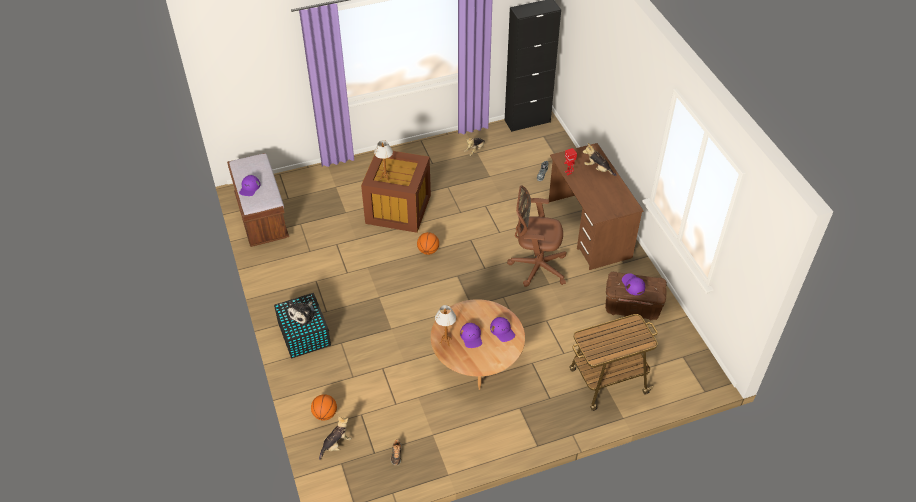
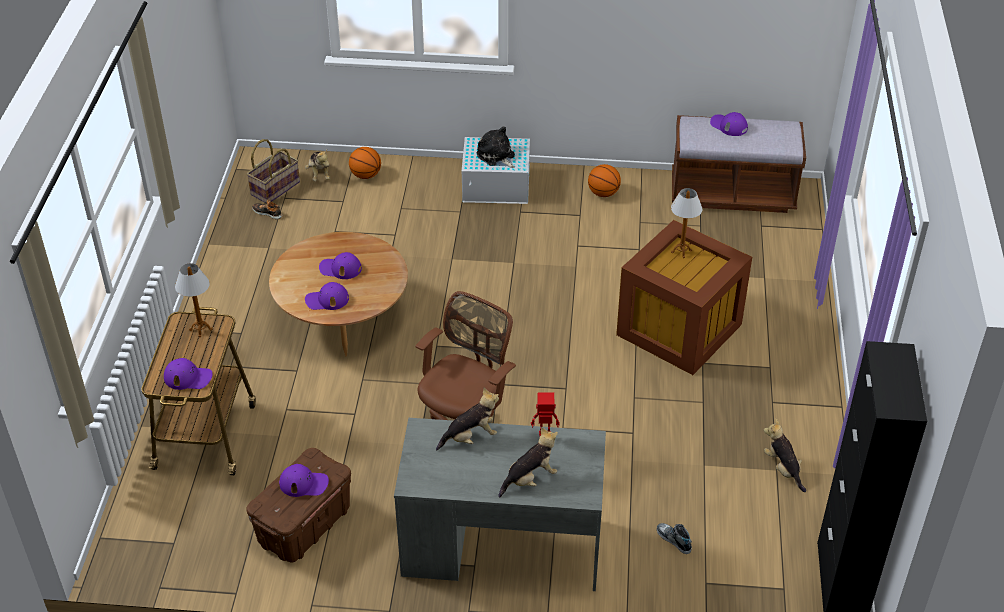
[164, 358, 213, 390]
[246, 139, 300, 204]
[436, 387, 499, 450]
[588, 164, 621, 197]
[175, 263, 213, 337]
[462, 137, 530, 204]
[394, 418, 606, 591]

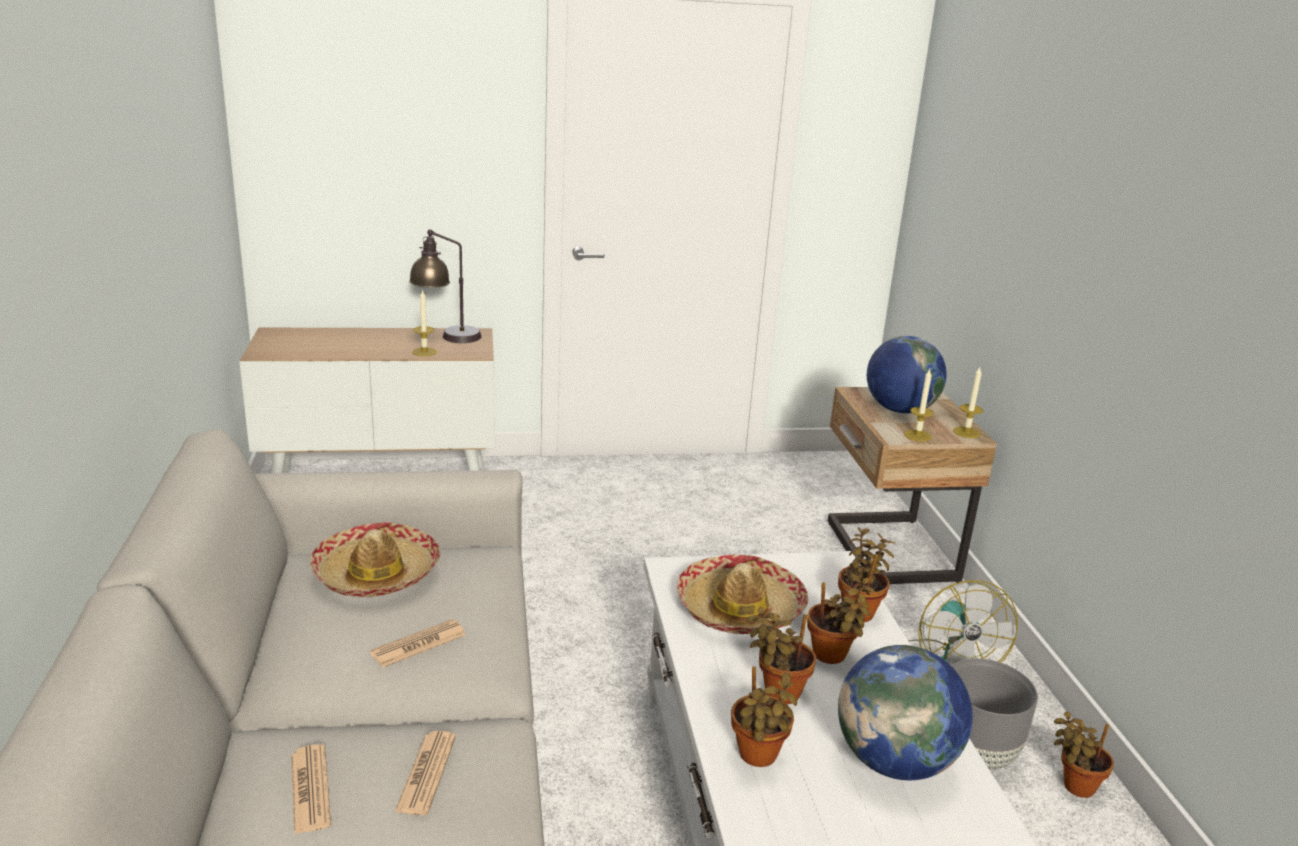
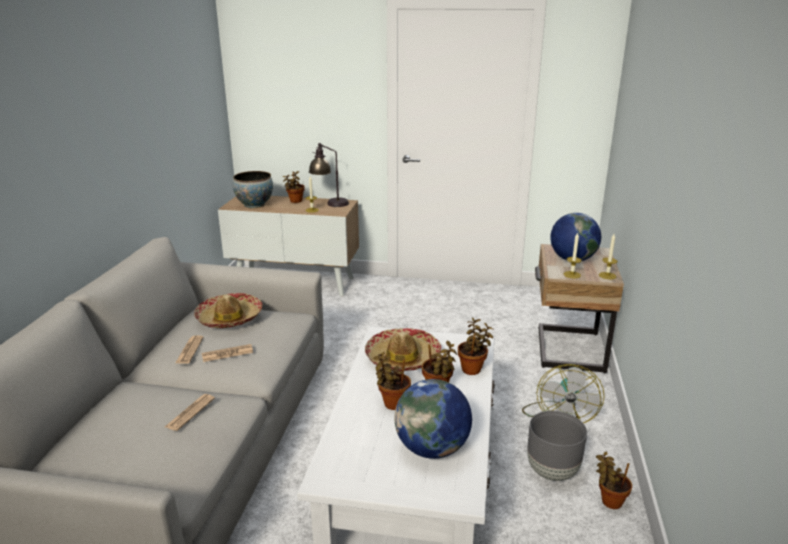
[233, 171, 273, 208]
[176, 335, 204, 364]
[283, 171, 305, 203]

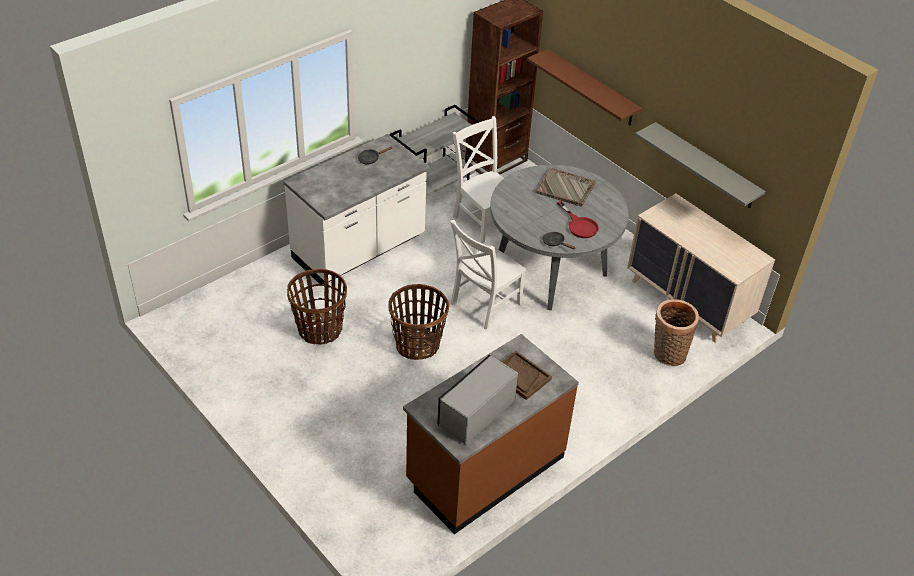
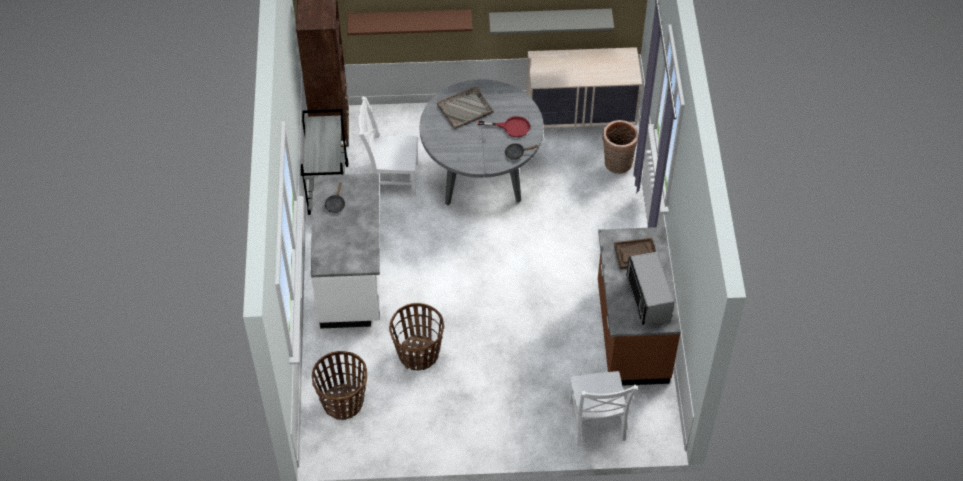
[312, 351, 367, 420]
[569, 371, 638, 446]

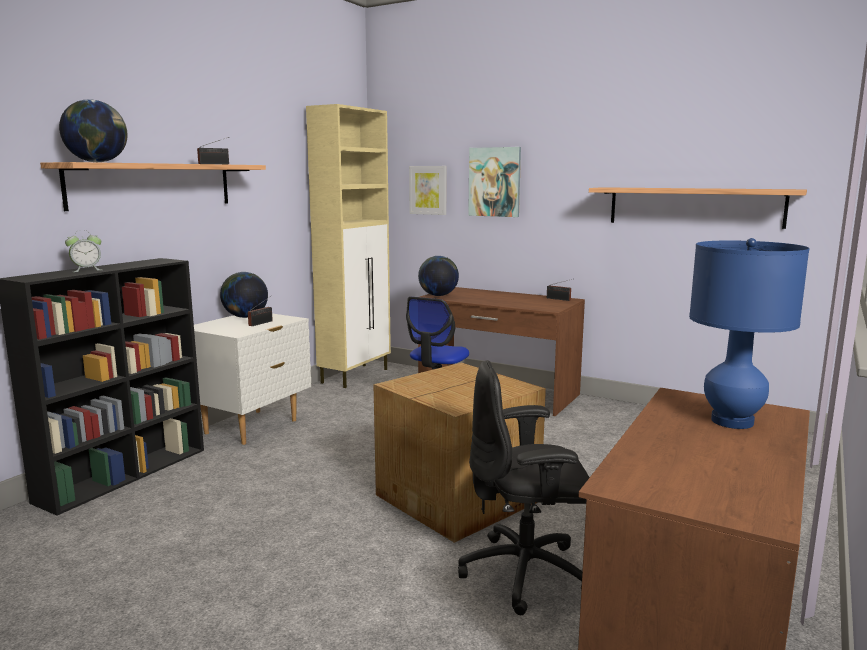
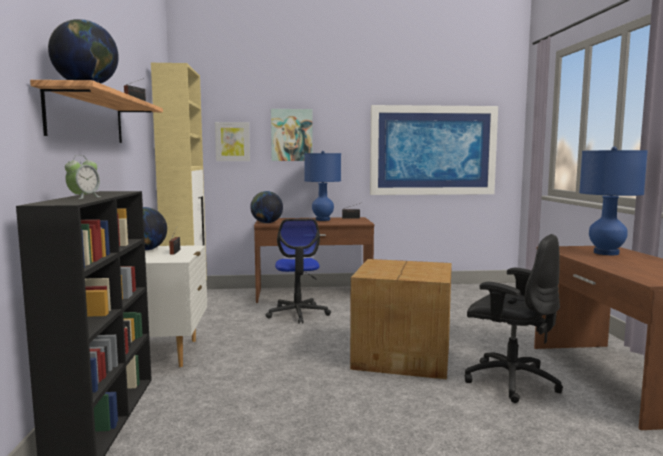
[304, 151, 341, 221]
[370, 105, 498, 195]
[465, 234, 563, 403]

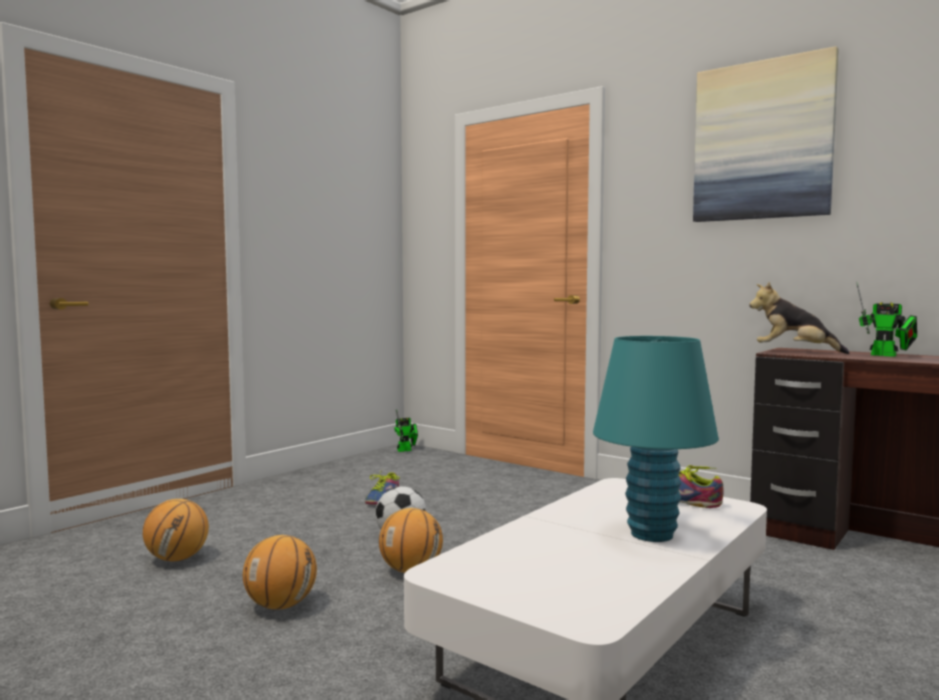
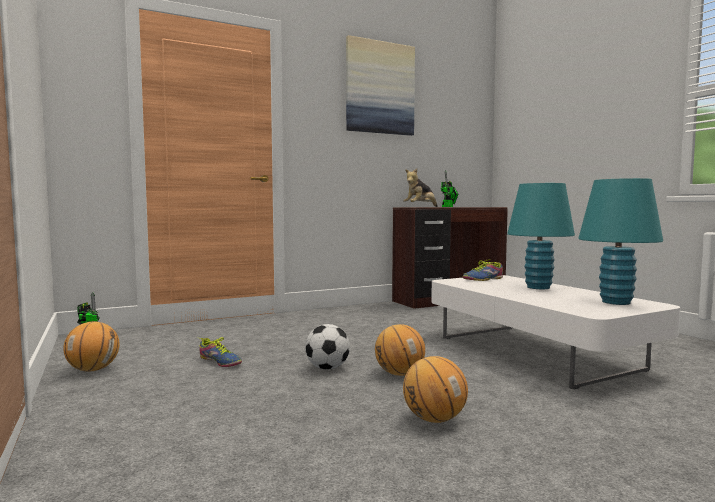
[578, 178, 663, 305]
[63, 321, 119, 372]

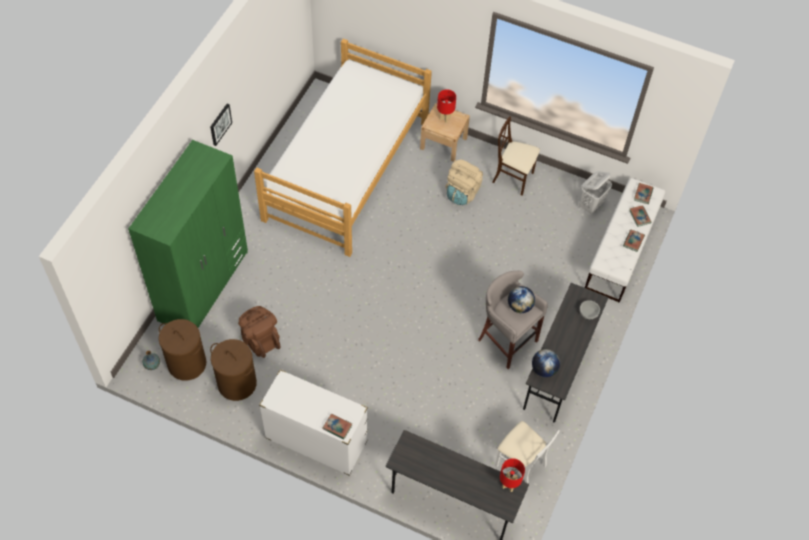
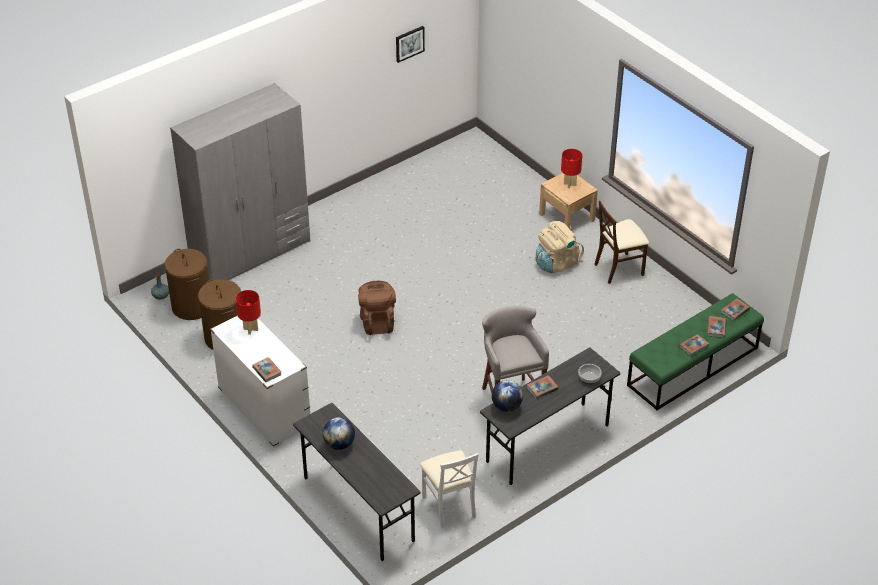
[254, 39, 432, 257] (first image)
[579, 171, 612, 214] (first image)
[527, 375, 558, 399]
[396, 26, 425, 63]
[358, 281, 396, 335]
[236, 290, 261, 335]
[323, 417, 355, 450]
[170, 83, 310, 282]
[627, 293, 764, 411]
[594, 201, 649, 284]

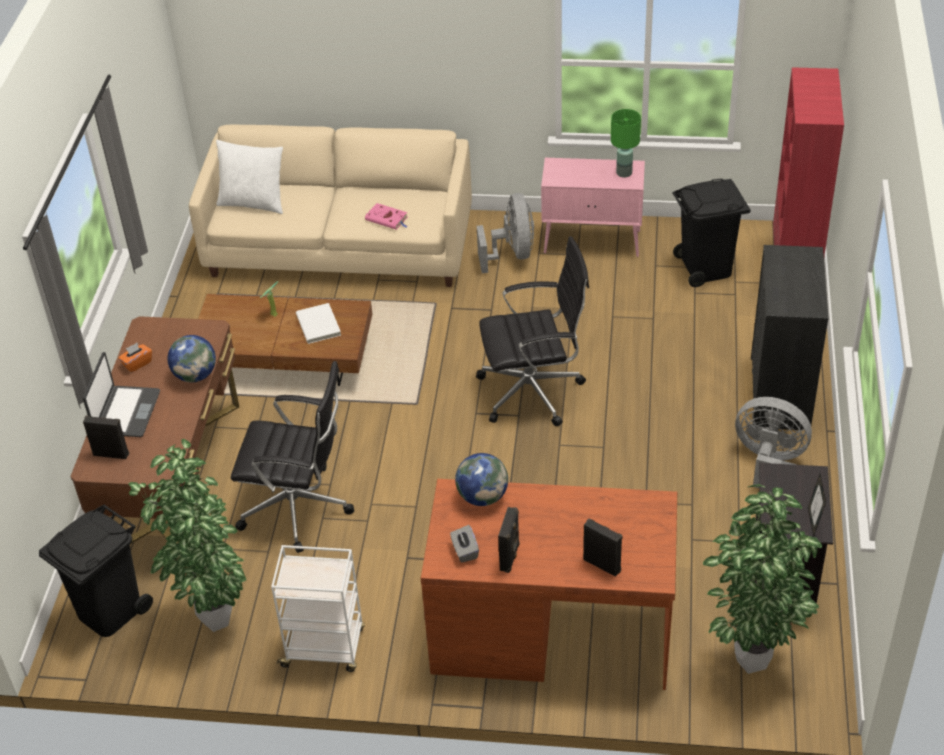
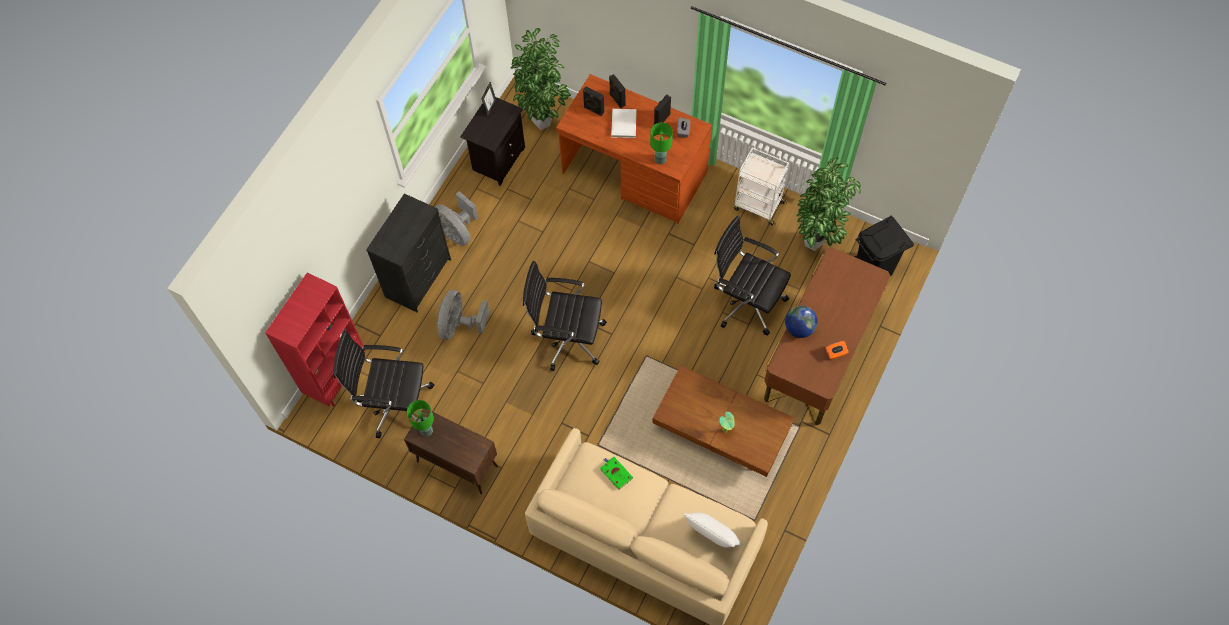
[83, 352, 160, 437] (first image)
[583, 86, 604, 116]
[611, 109, 637, 138]
[437, 290, 490, 340]
[650, 122, 673, 164]
[333, 331, 434, 438]
[600, 457, 633, 490]
[404, 409, 498, 494]

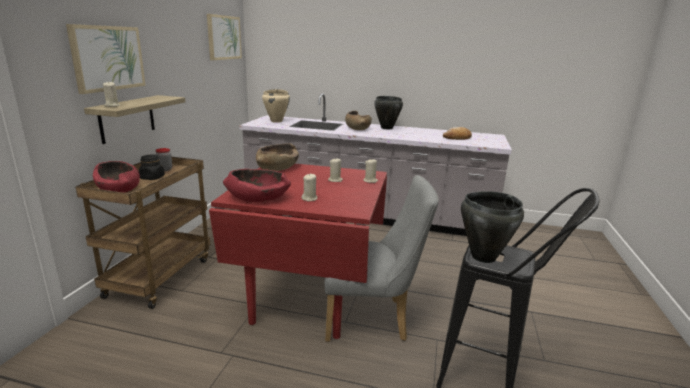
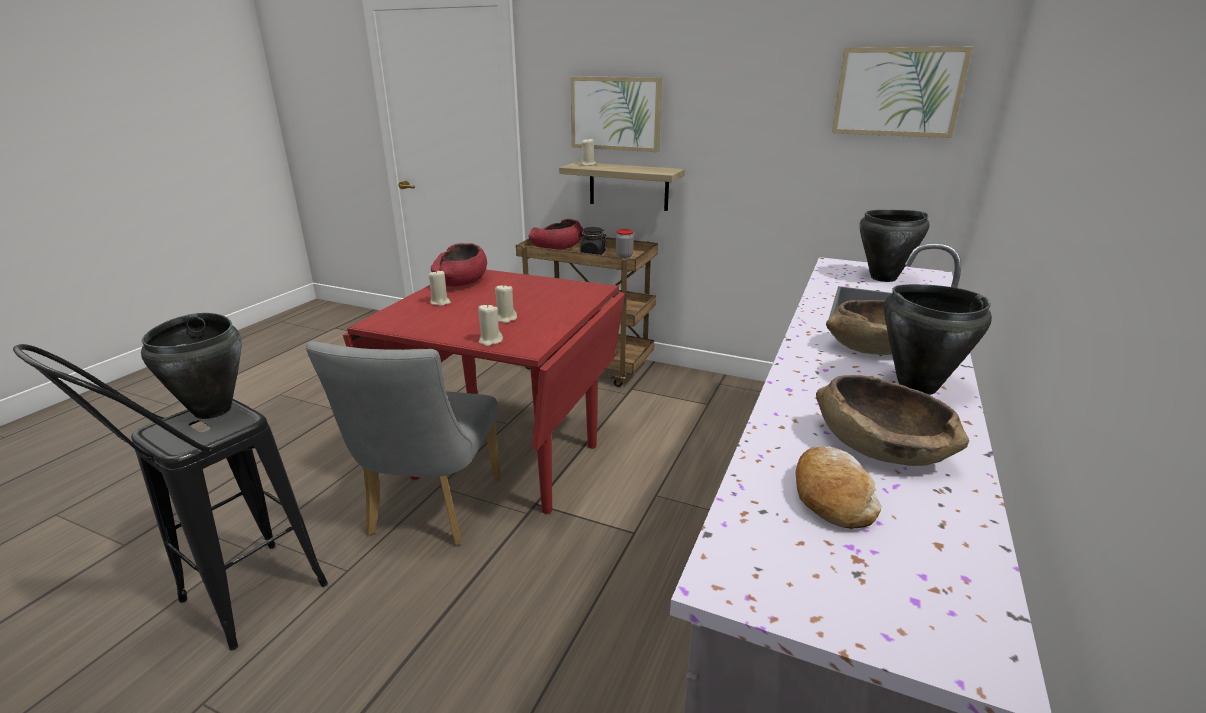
[816, 375, 969, 466]
[859, 210, 930, 282]

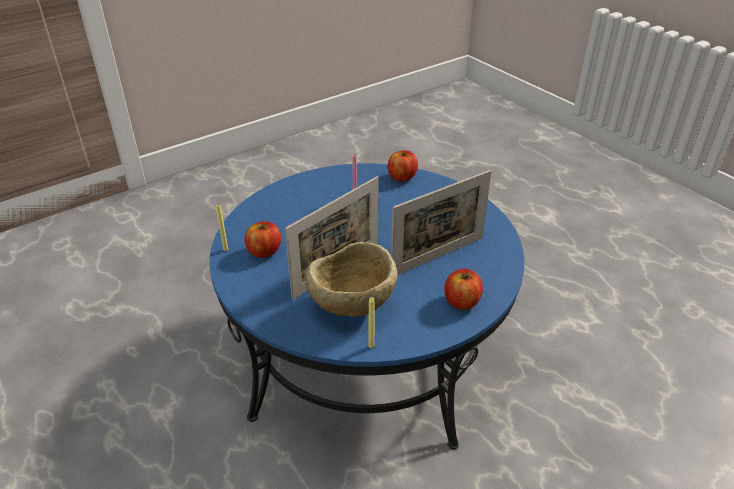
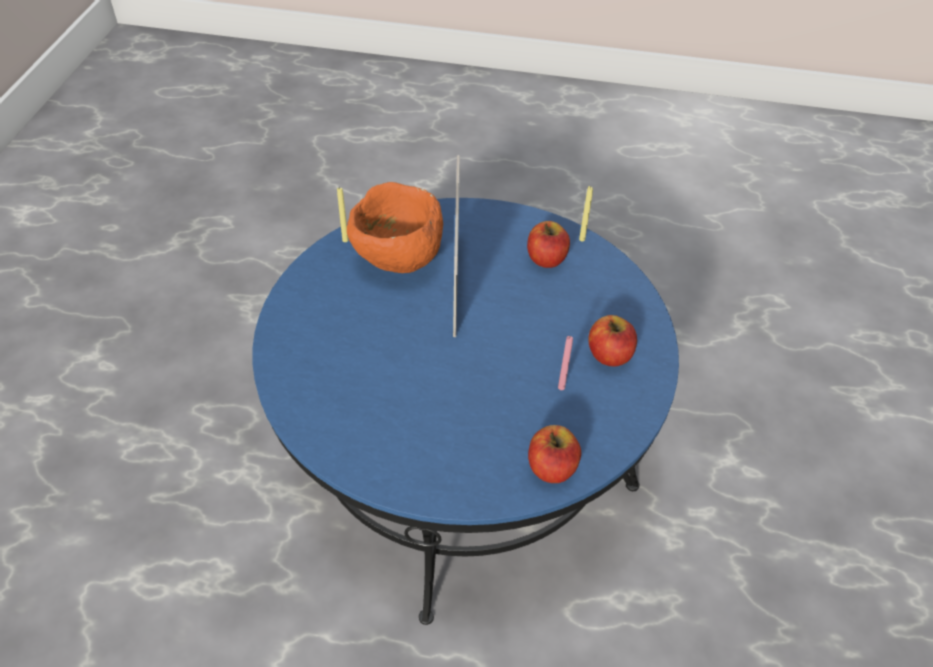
[391, 170, 491, 275] (first image)
[588, 315, 637, 367]
[347, 182, 443, 273]

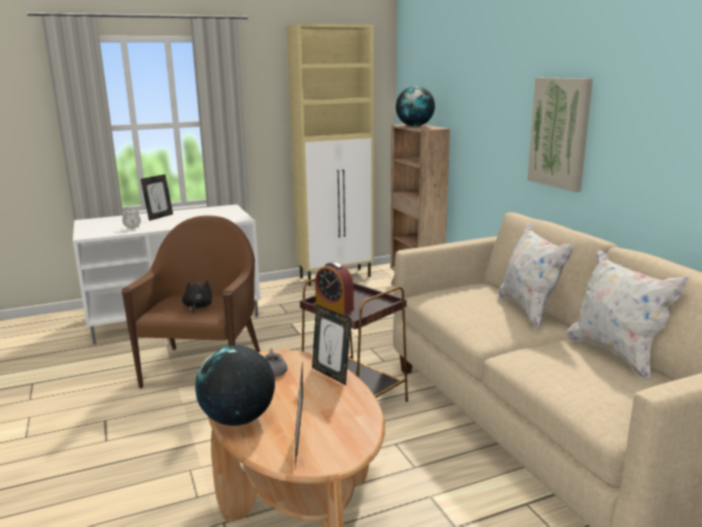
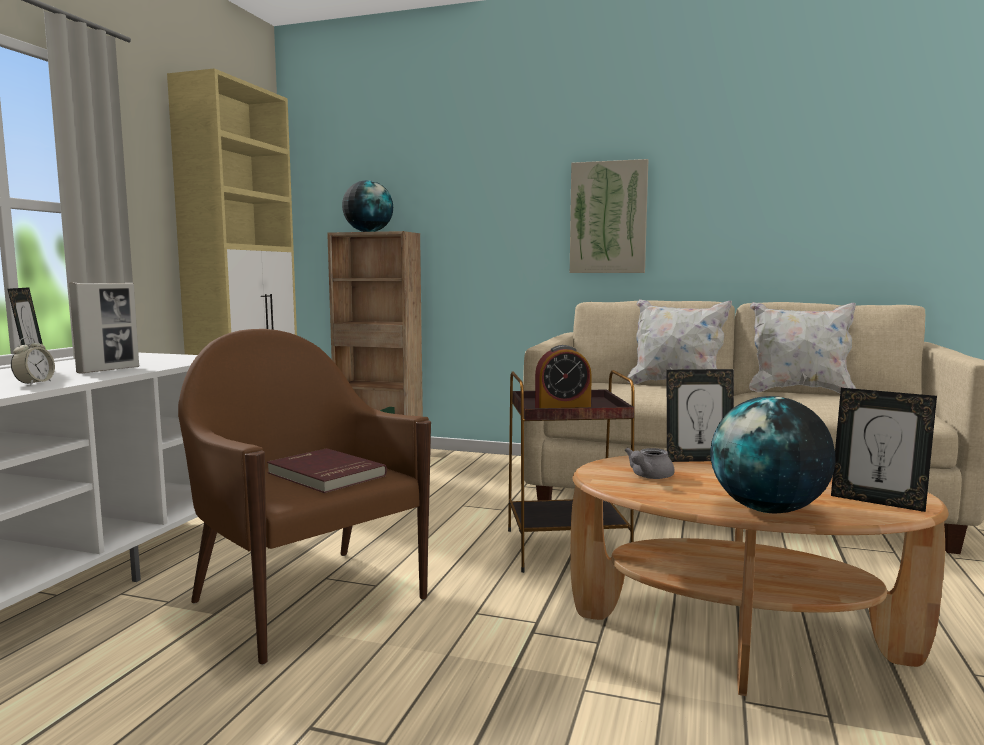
[69, 283, 139, 374]
[267, 448, 387, 493]

